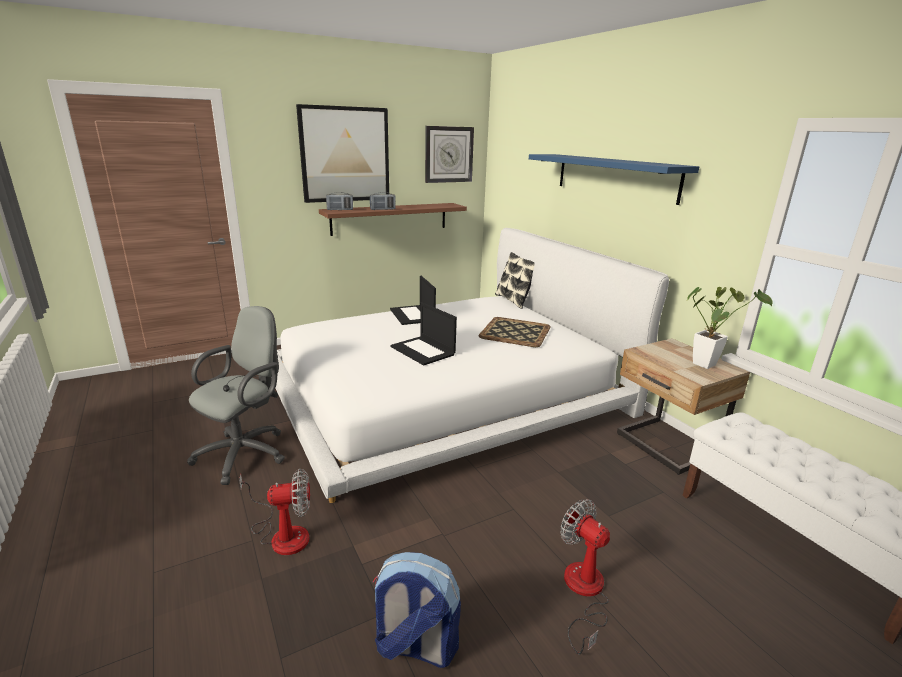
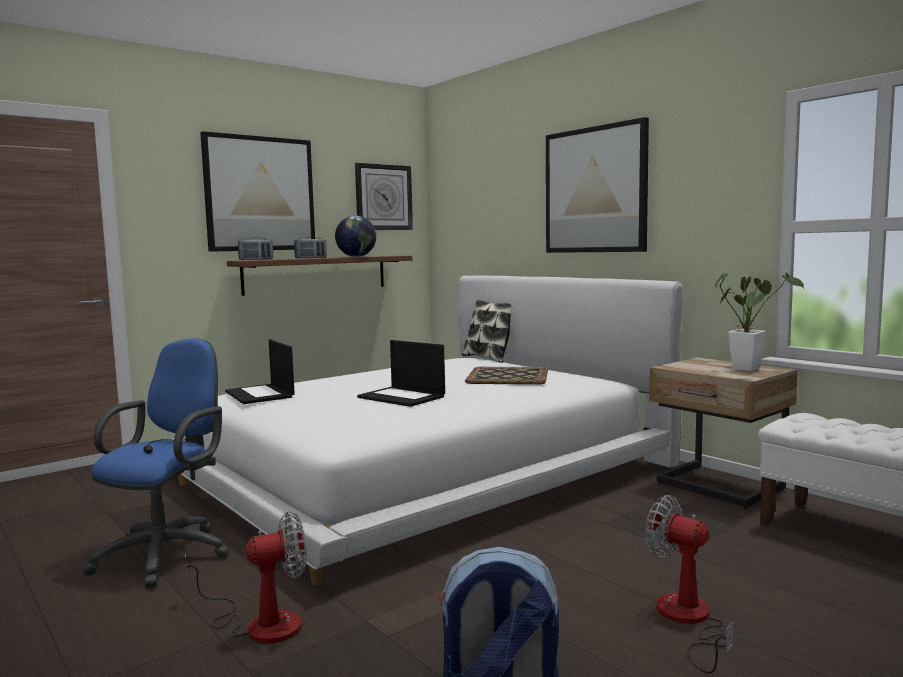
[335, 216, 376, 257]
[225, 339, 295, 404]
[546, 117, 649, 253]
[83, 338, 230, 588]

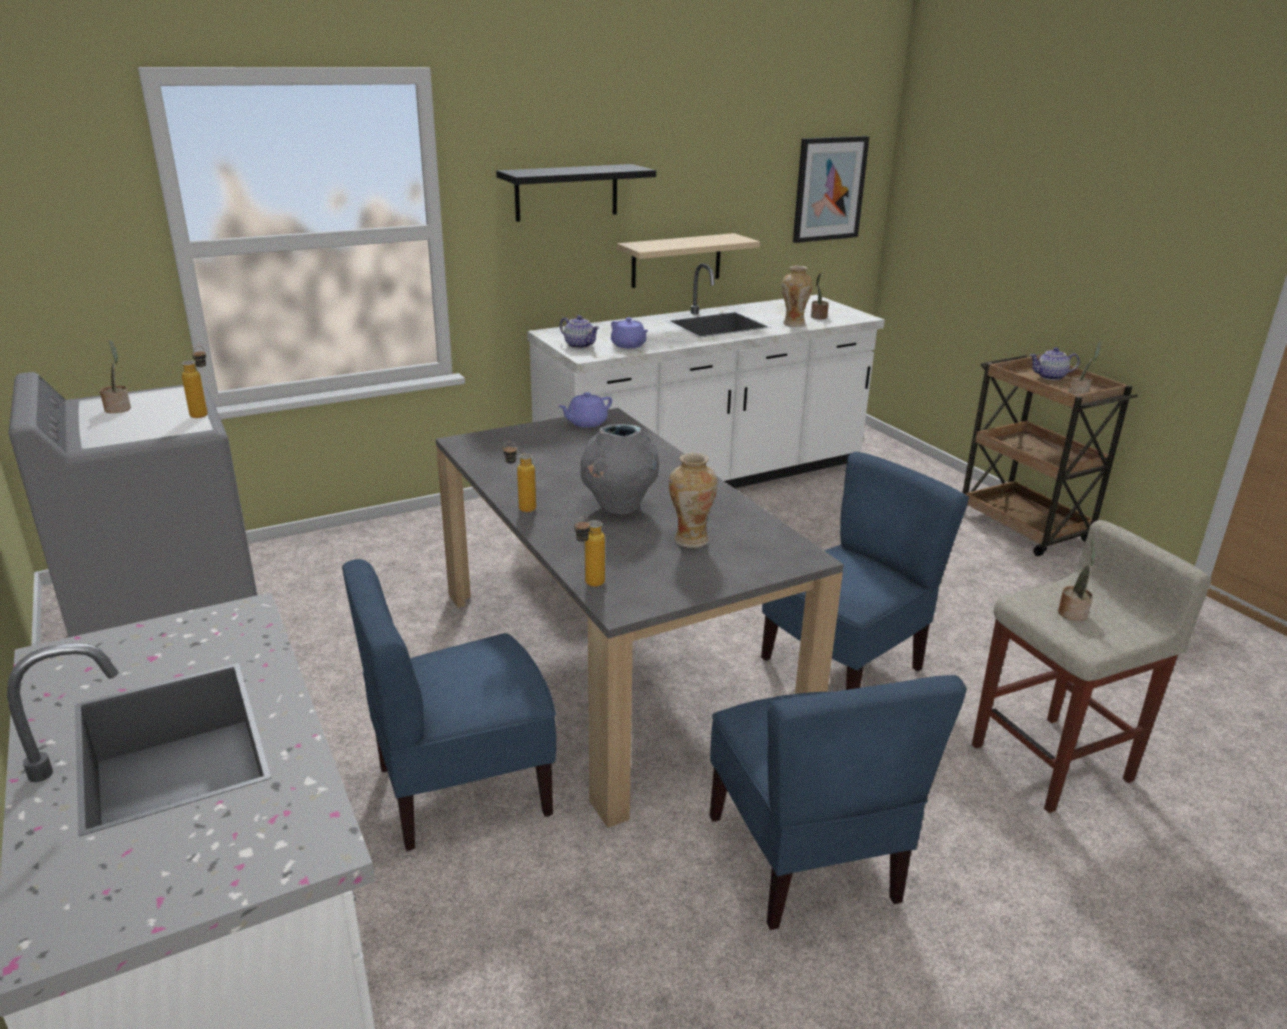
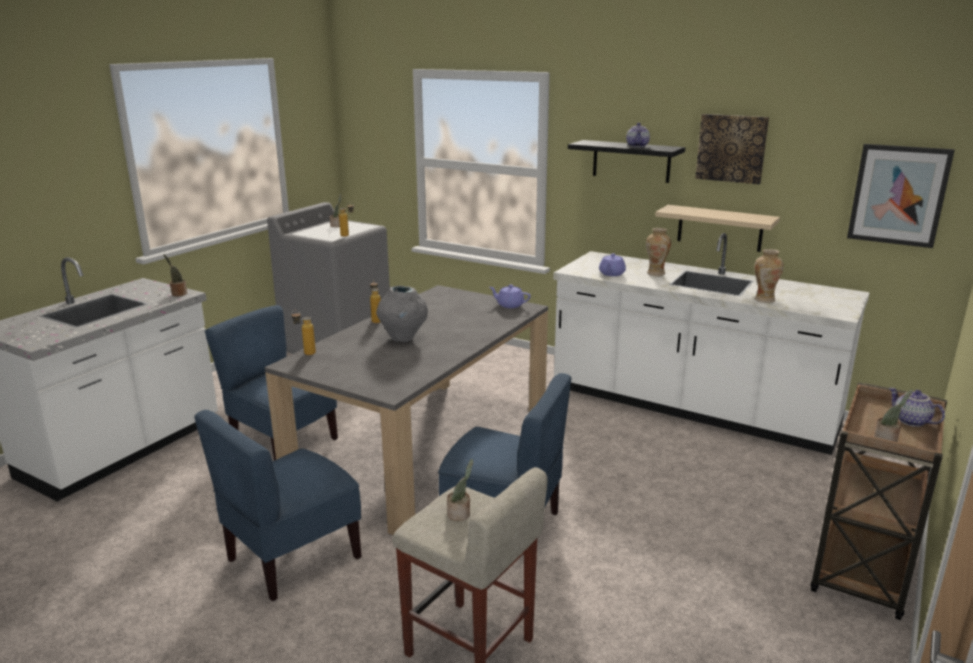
[695, 114, 769, 184]
[626, 123, 650, 147]
[646, 228, 671, 276]
[163, 254, 187, 296]

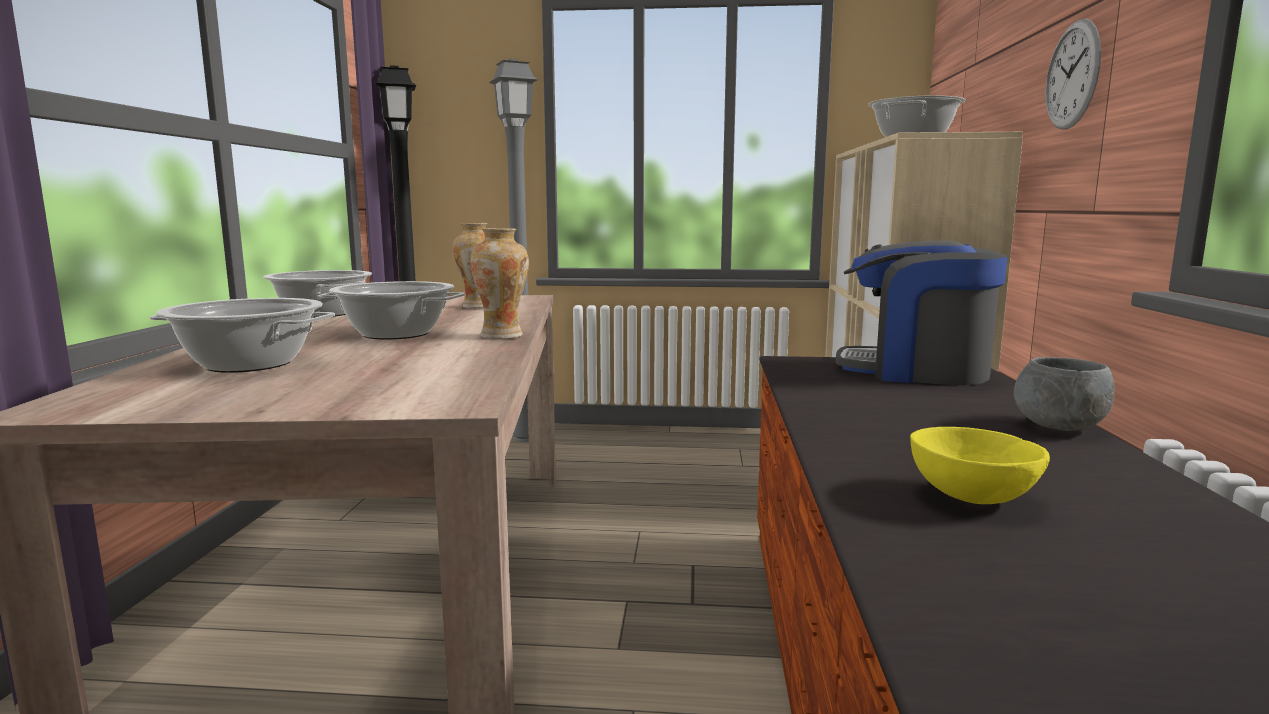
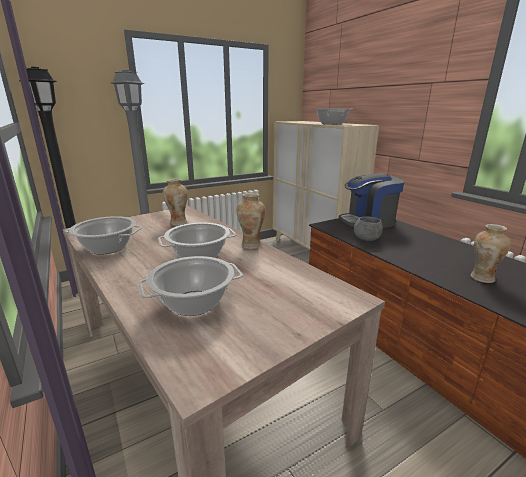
[1045, 18, 1101, 130] (first image)
[354, 217, 383, 241]
[470, 224, 511, 283]

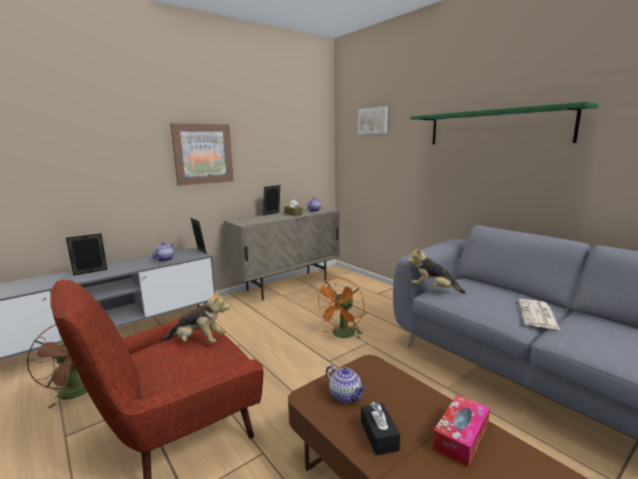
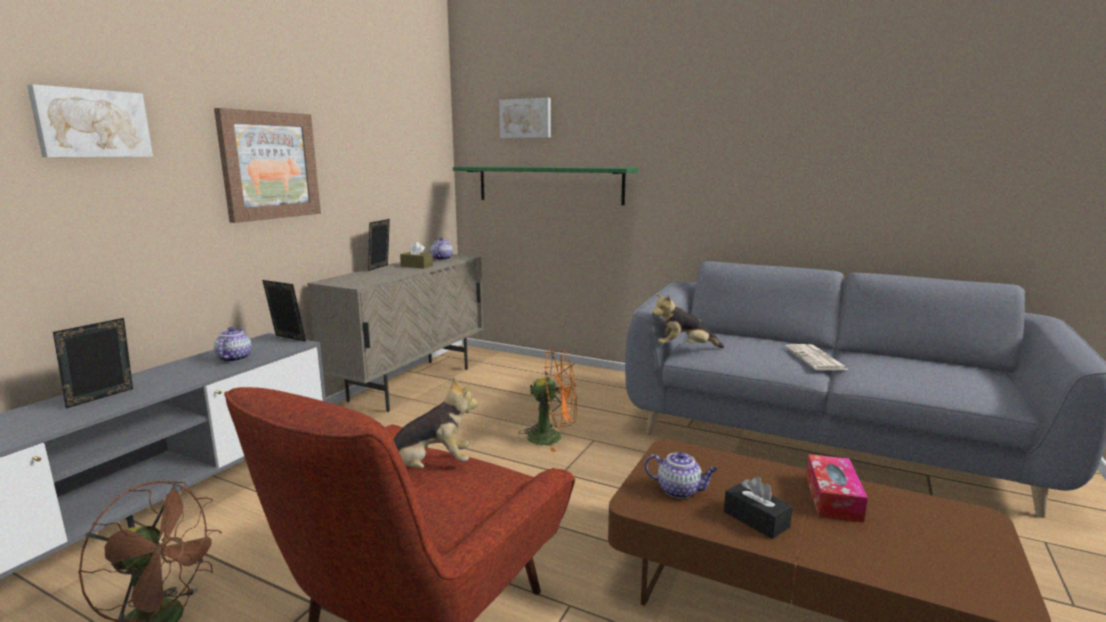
[27, 84, 153, 157]
[453, 166, 639, 205]
[519, 350, 577, 452]

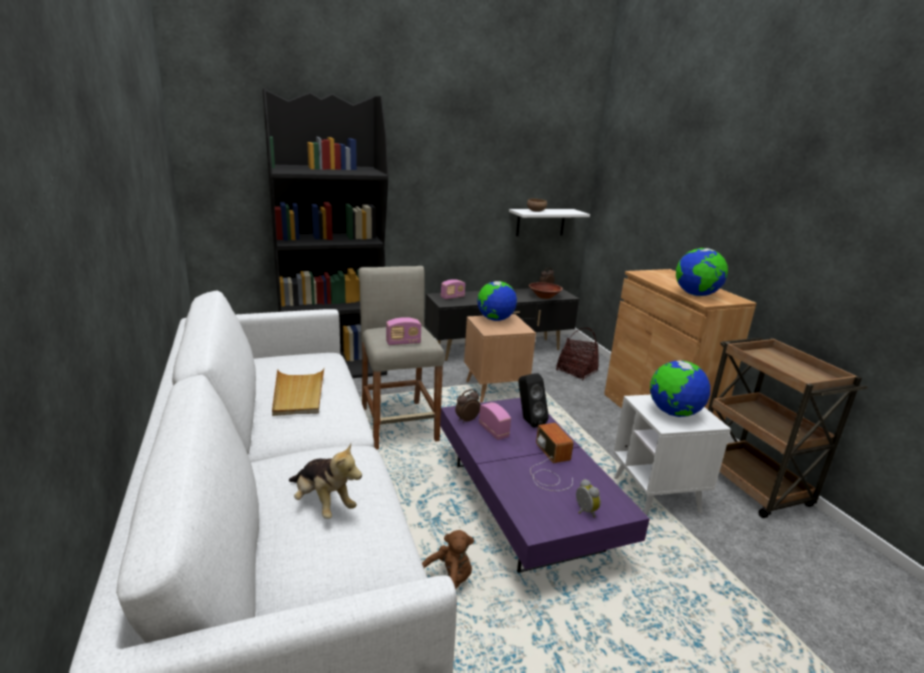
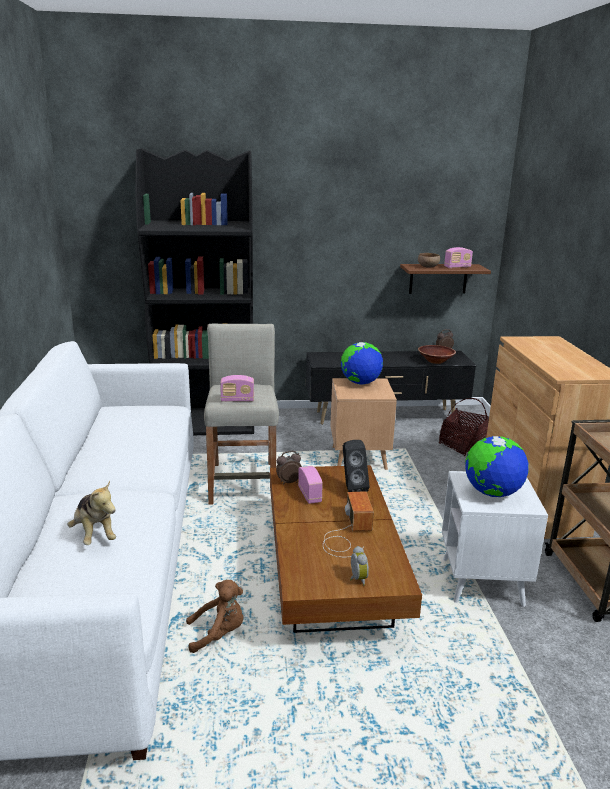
[272, 369, 324, 416] (first image)
[676, 248, 728, 296] (first image)
[444, 247, 473, 268]
[270, 465, 422, 633]
[400, 264, 491, 294]

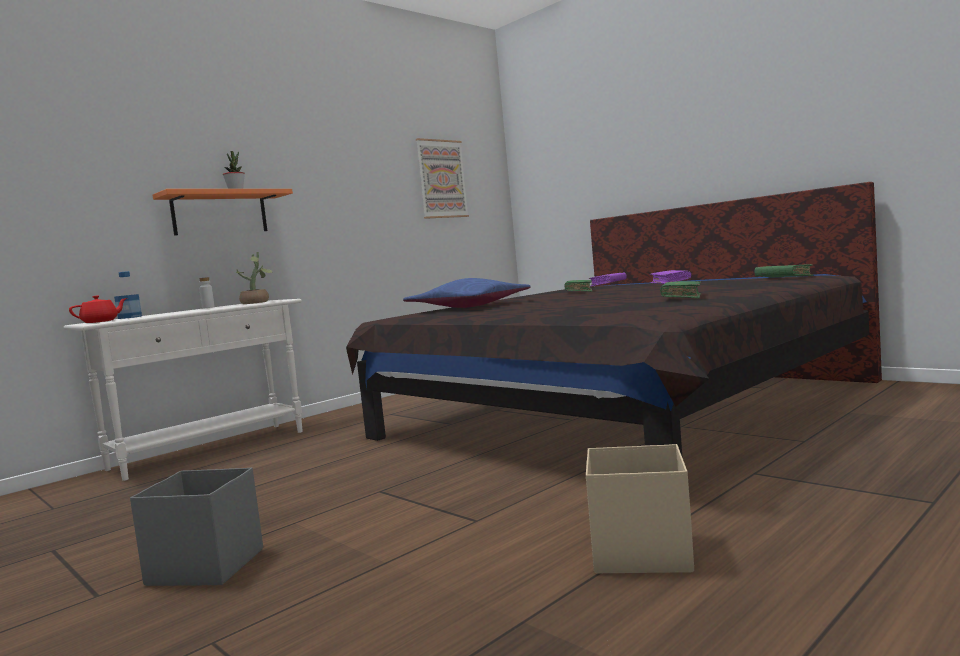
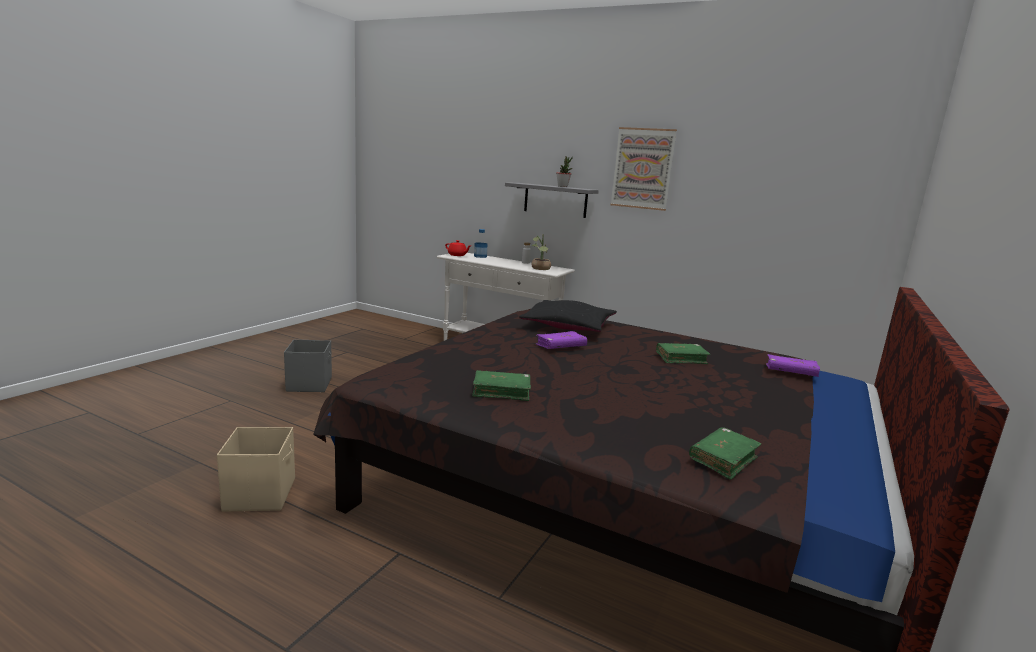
[610, 127, 677, 211]
[535, 331, 587, 349]
[505, 183, 599, 218]
[519, 300, 617, 332]

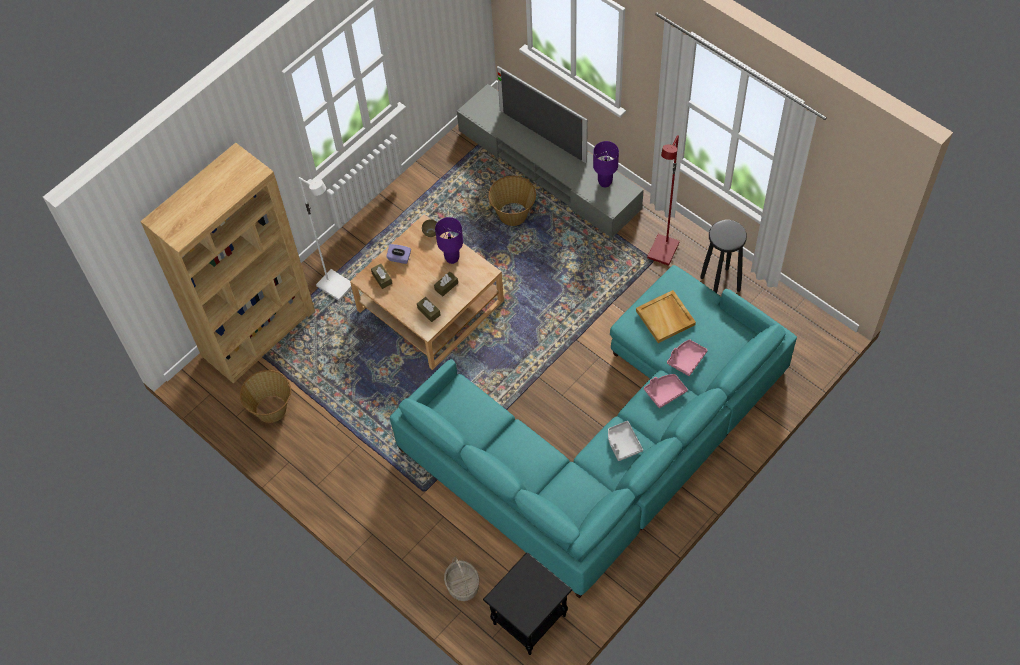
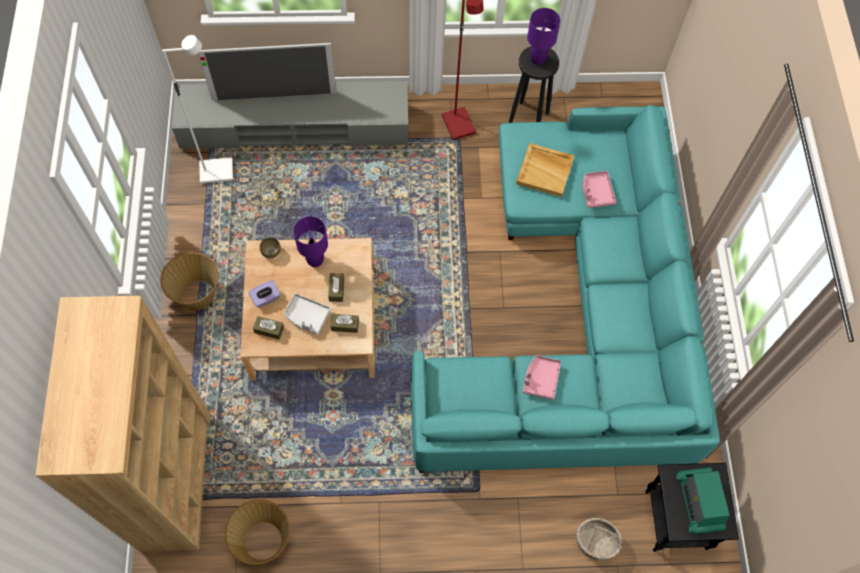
[676, 467, 729, 534]
[162, 35, 233, 184]
[160, 252, 219, 311]
[527, 8, 560, 65]
[284, 293, 331, 335]
[523, 355, 561, 400]

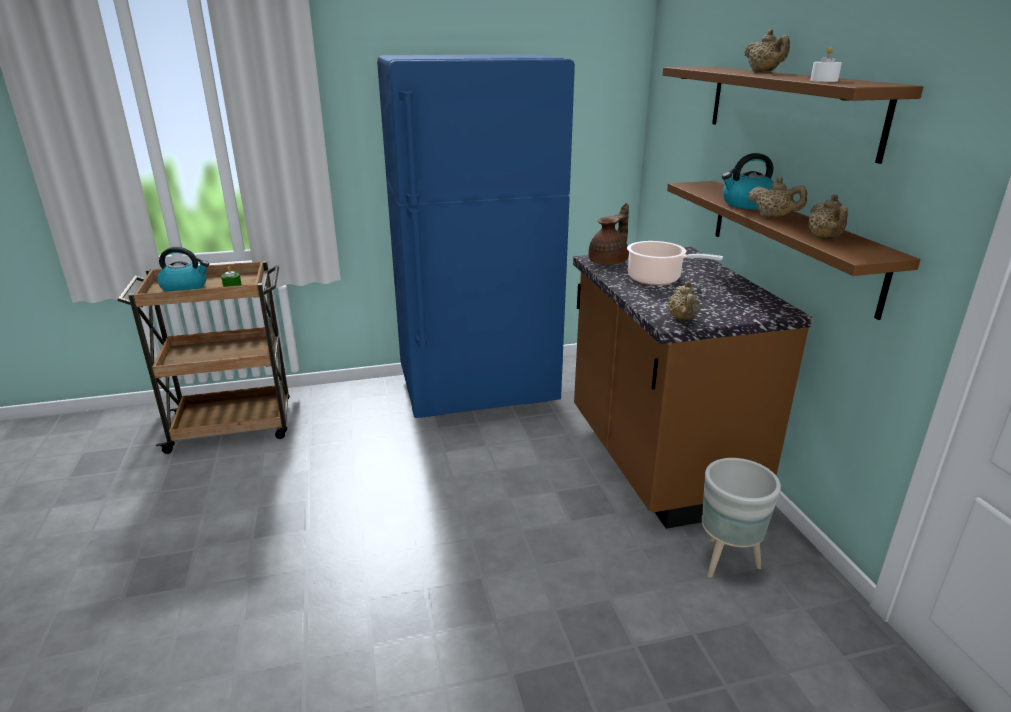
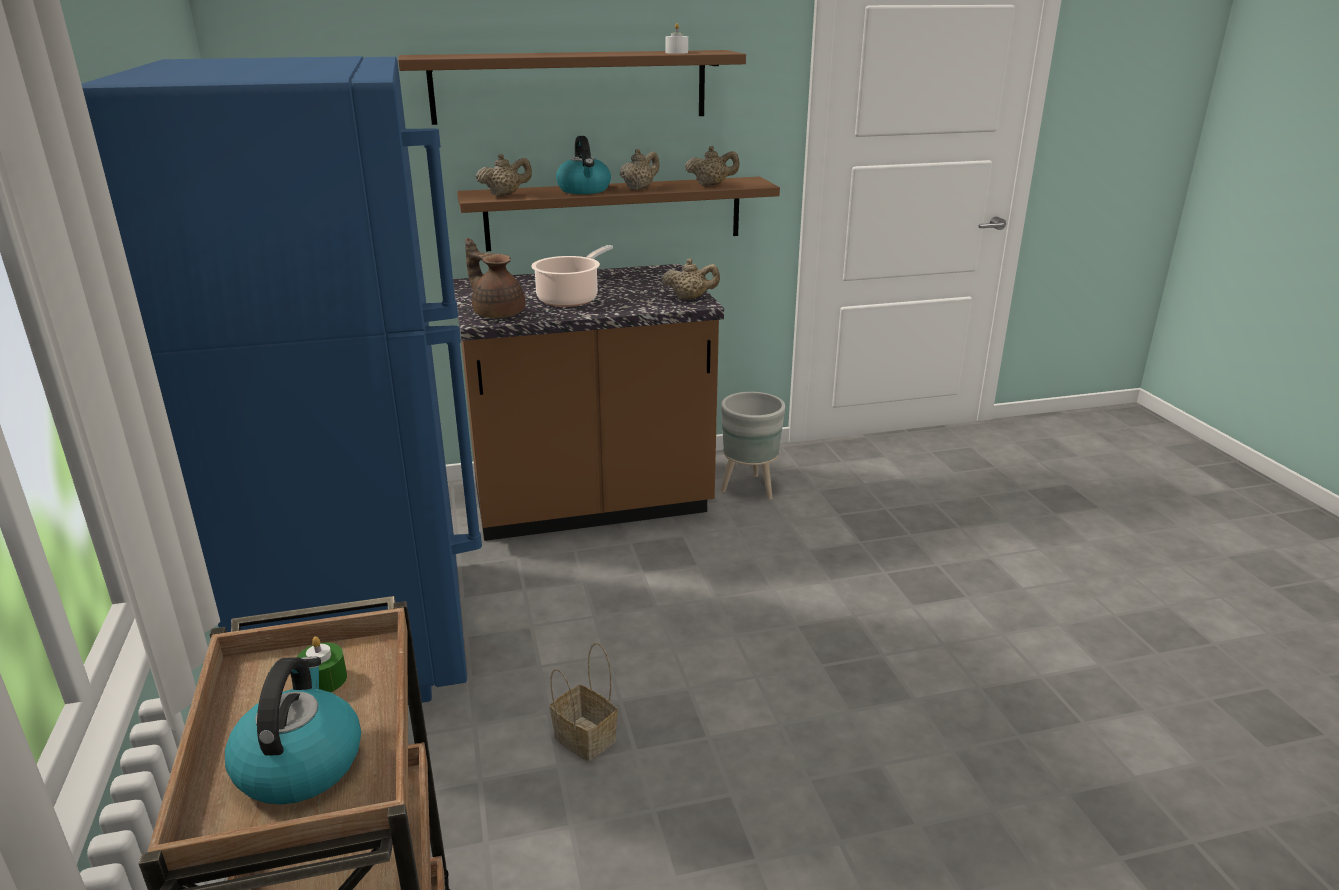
[550, 643, 618, 761]
[476, 154, 532, 196]

